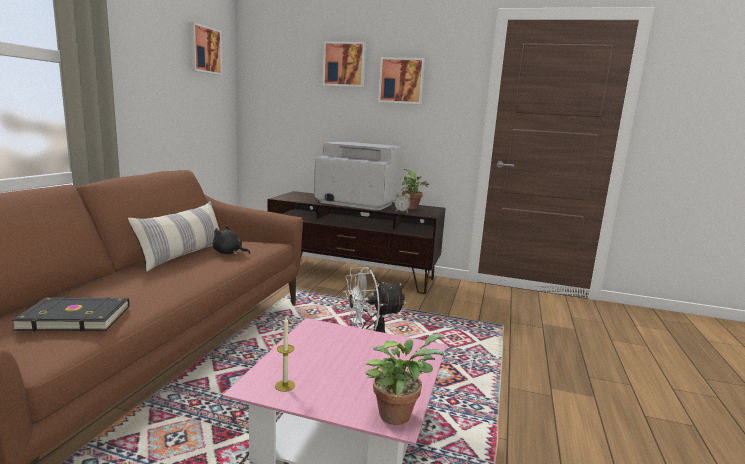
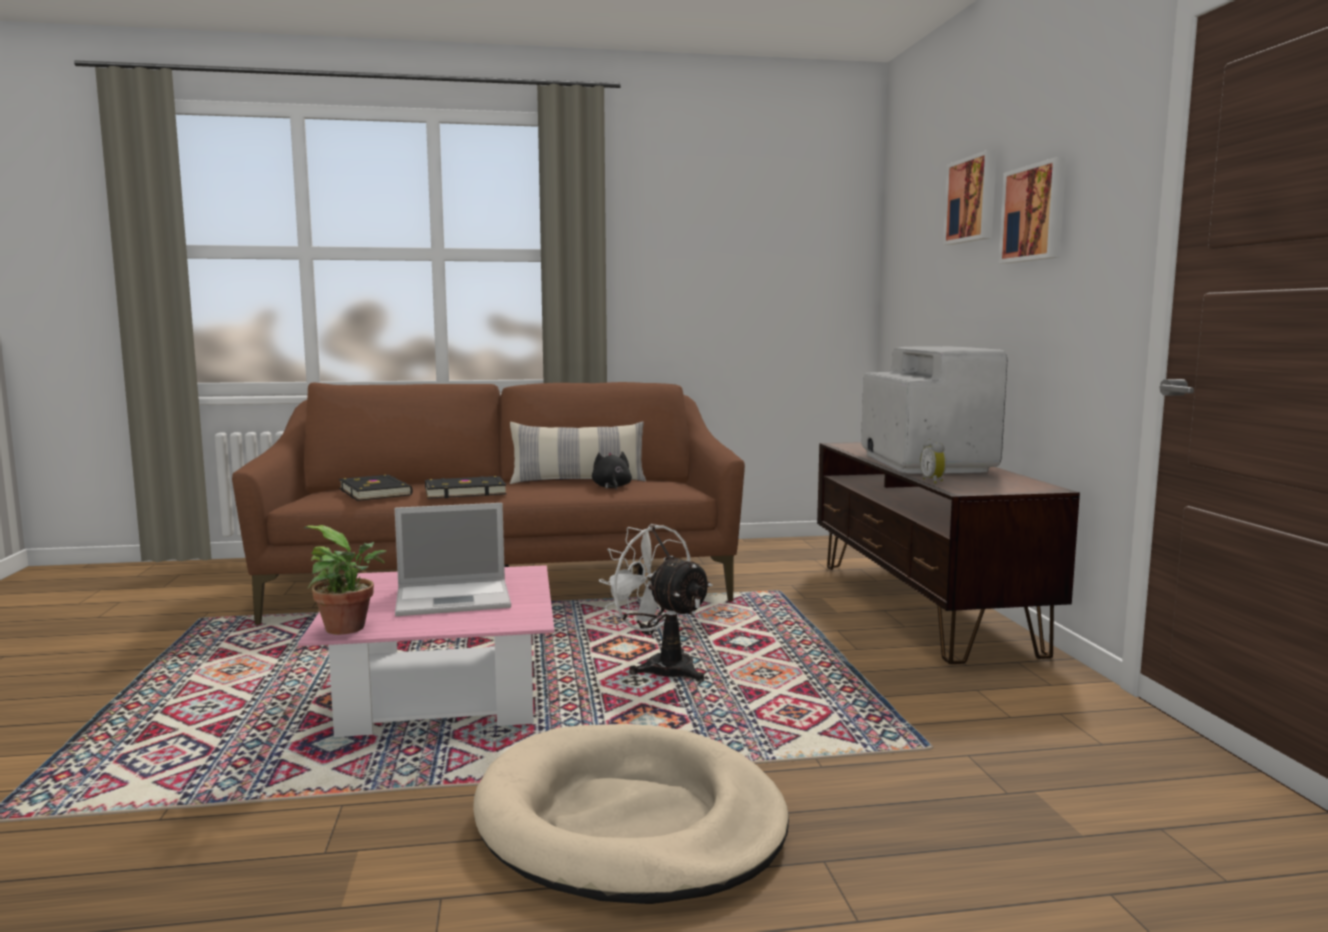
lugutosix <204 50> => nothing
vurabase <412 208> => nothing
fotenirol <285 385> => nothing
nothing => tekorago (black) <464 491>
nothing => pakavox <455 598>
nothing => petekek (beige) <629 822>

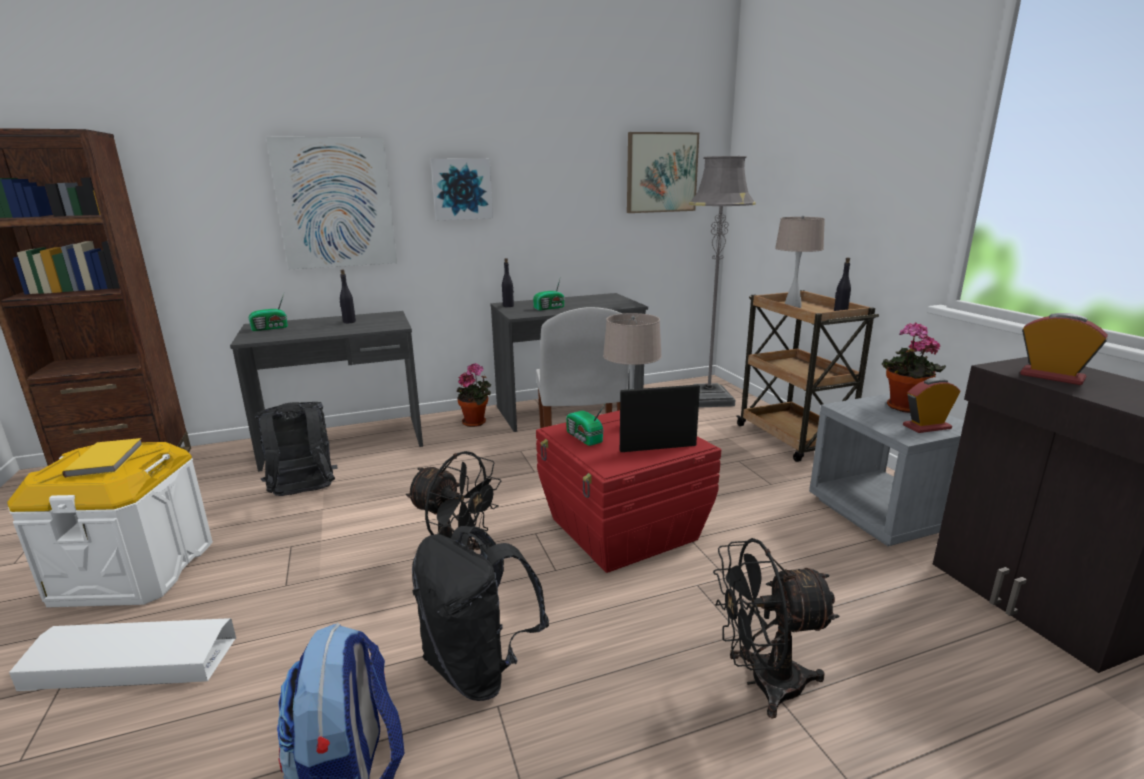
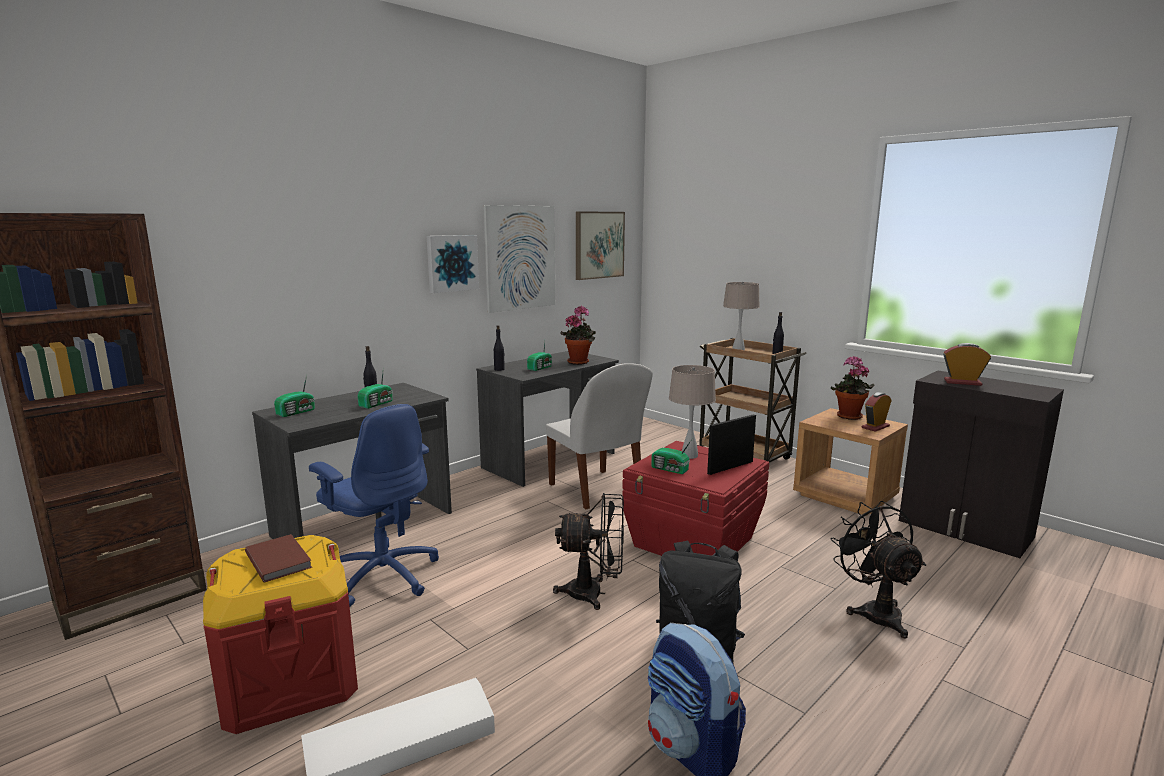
lugutosix <335 203> => lugutosix <520 258>, shifted
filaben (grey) <708 399> => nothing
vurabase <476 422> => vurabase <579 362>, shifted
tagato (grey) <883 514> => tagato (brown) <845 496>
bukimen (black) <303 494> => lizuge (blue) <383 575>
tekorago (yellow) <108 459> => tekorago (brown) <280 559>
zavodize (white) <134 571> => zavodize (red) <290 679>
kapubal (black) <762 683> => kapubal (black) <874 611>, 105 degrees clockwise
nothing => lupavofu <377 404>

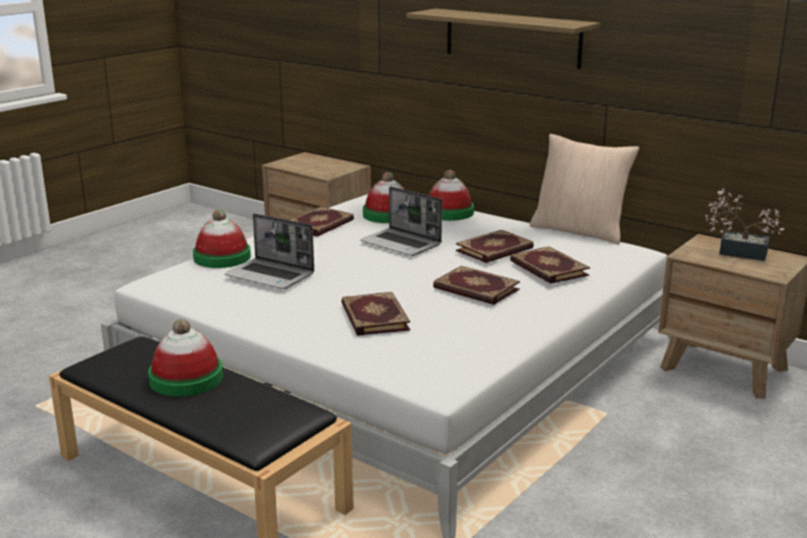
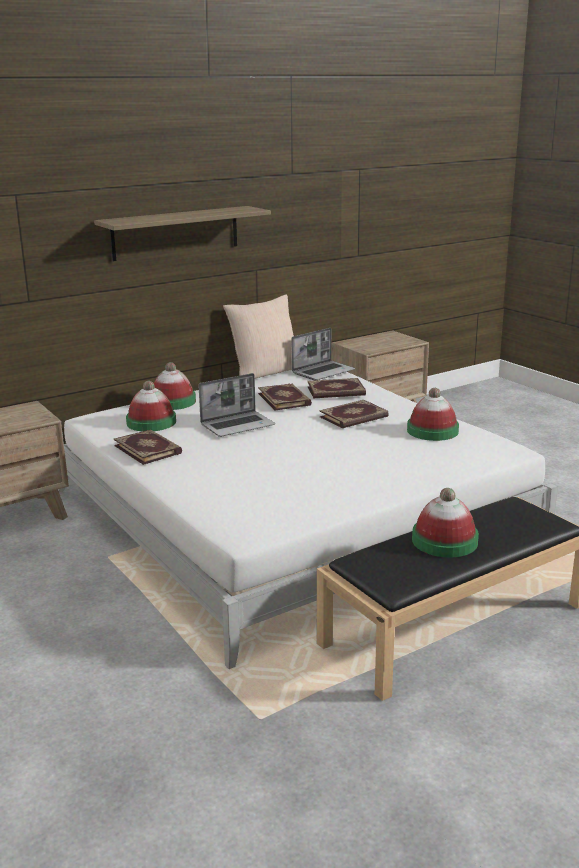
vurabase <737 252> => nothing
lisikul <222 257> => lisikul <432 431>, shifted
pakavox <271 276> => pakavox <323 372>, shifted
tekorago <373 317> => nothing

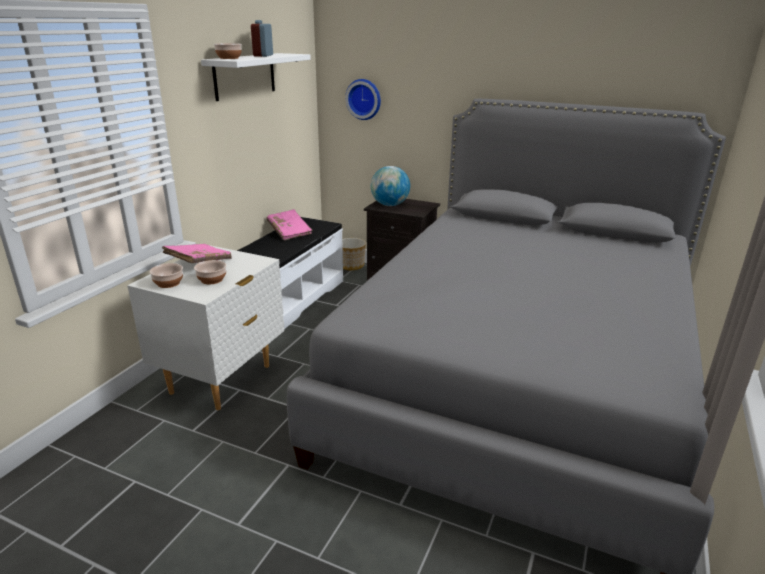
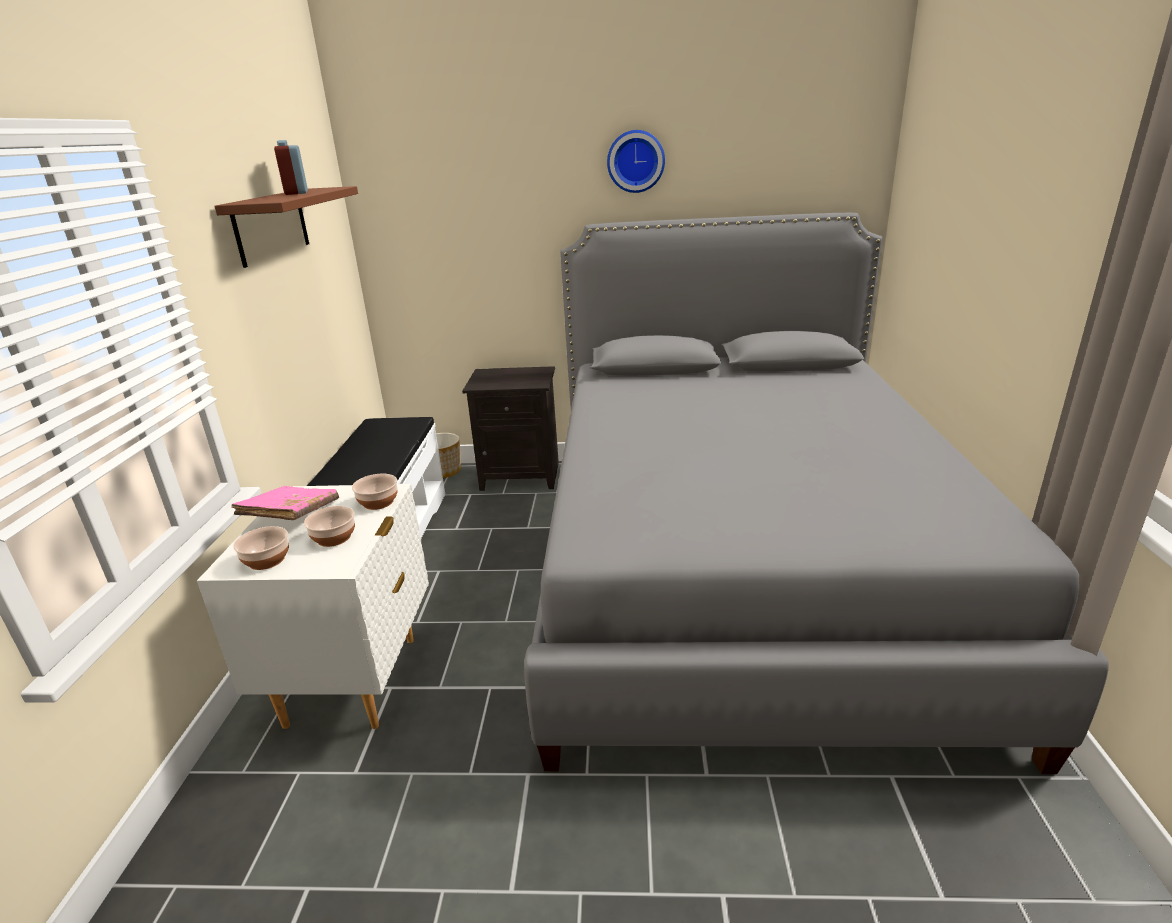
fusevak <228 58> => fusevak <378 502>, shifted
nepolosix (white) <245 76> => nepolosix (brown) <271 226>
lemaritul <364 99> => lemaritul <635 161>, shifted
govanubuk <390 205> => nothing
tekorago (pink) <289 232> => nothing

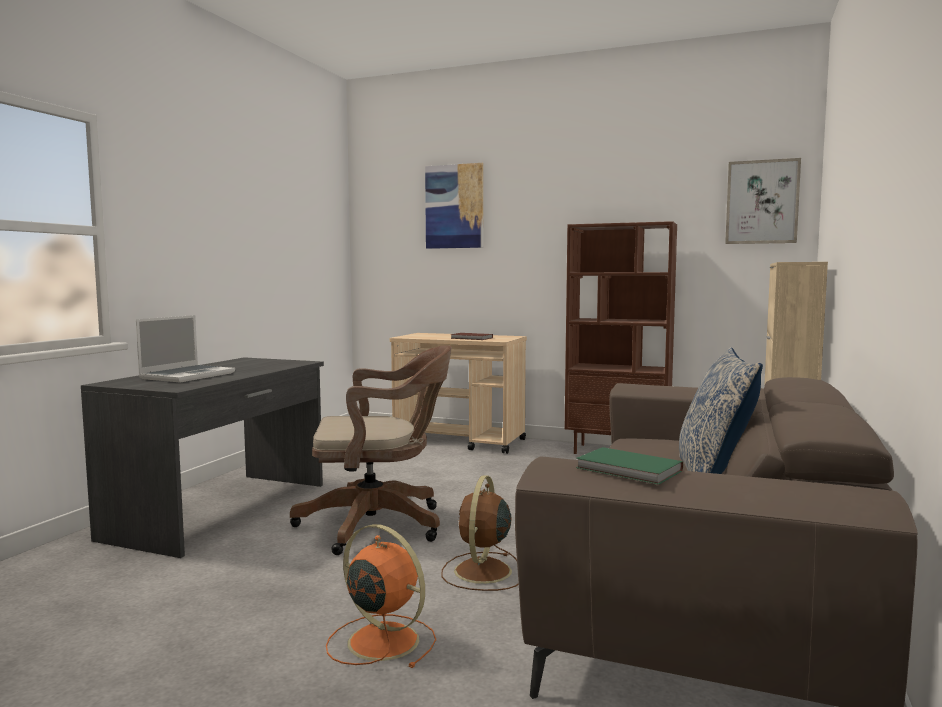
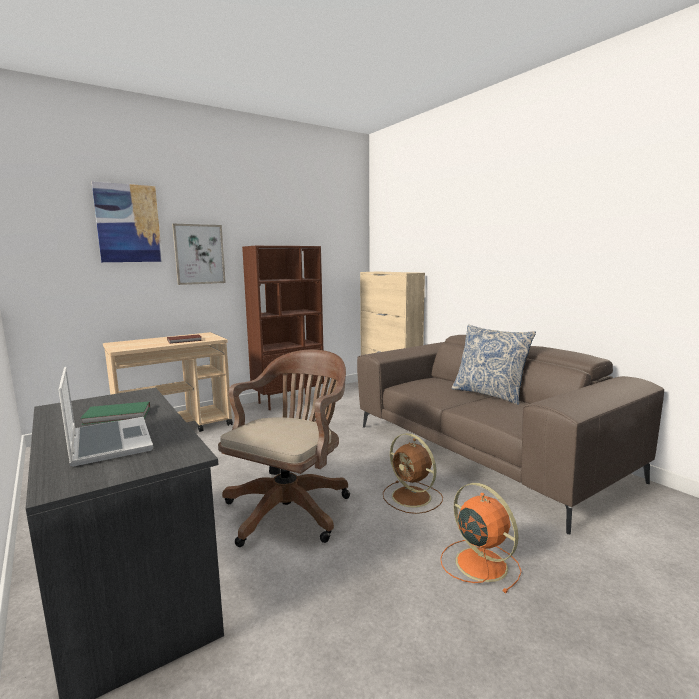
lugutosix <762 202> => lugutosix <199 254>, shifted
tekorago (green) <629 470> => tekorago (green) <118 415>, shifted
kapubal (orange) <380 640> => kapubal (orange) <479 563>, 75 degrees clockwise

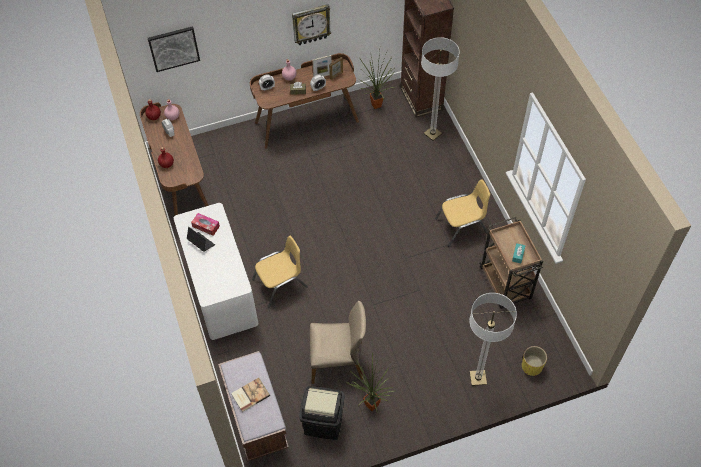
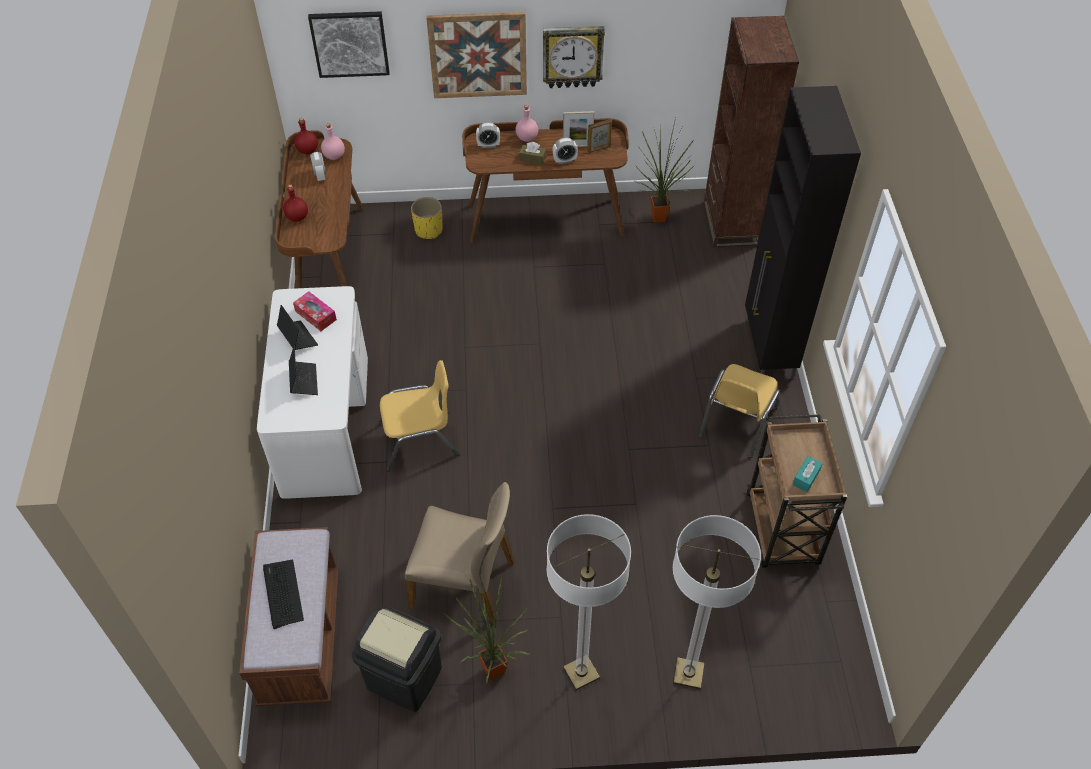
filaben <432 134> => filaben <581 673>, shifted
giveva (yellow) <461 226> => giveva (yellow) <736 422>, 120 degrees clockwise
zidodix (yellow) <532 366> => zidodix (yellow) <429 230>, shifted
tekorago <250 395> => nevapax <282 593>
nothing => lugutosix <478 55>
nothing => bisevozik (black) <768 349>
nothing => pakavox <303 381>

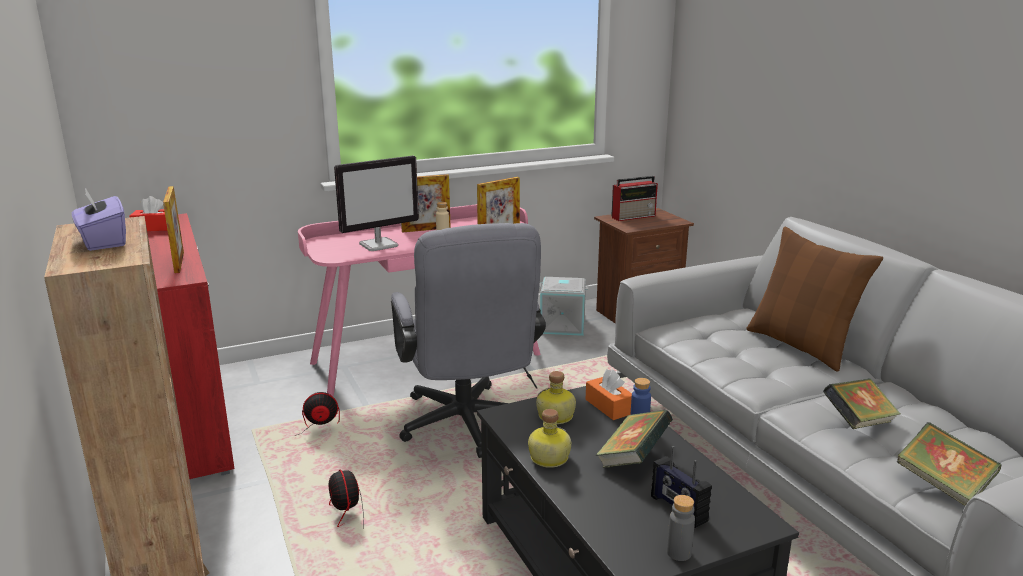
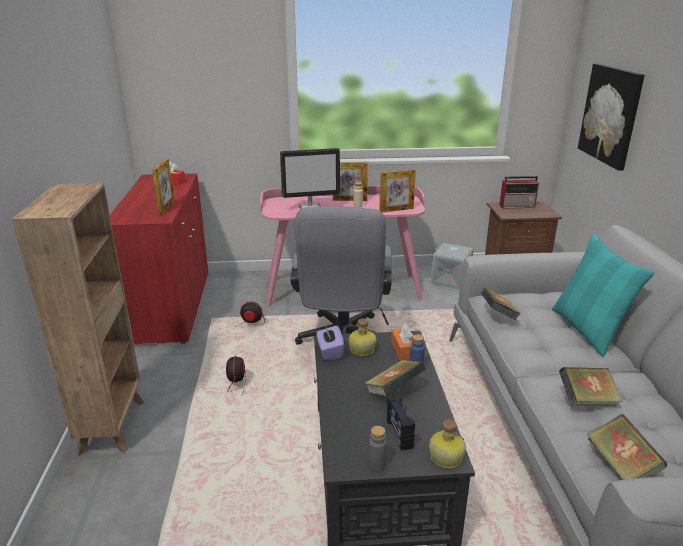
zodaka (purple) <103 242> => zodaka (purple) <329 352>, shifted
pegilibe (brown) <801 346> => pegilibe (turquoise) <588 330>
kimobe <548 458> => kimobe <444 457>, shifted
nothing => lugutosix <611 115>
nothing => tekorago <498 316>

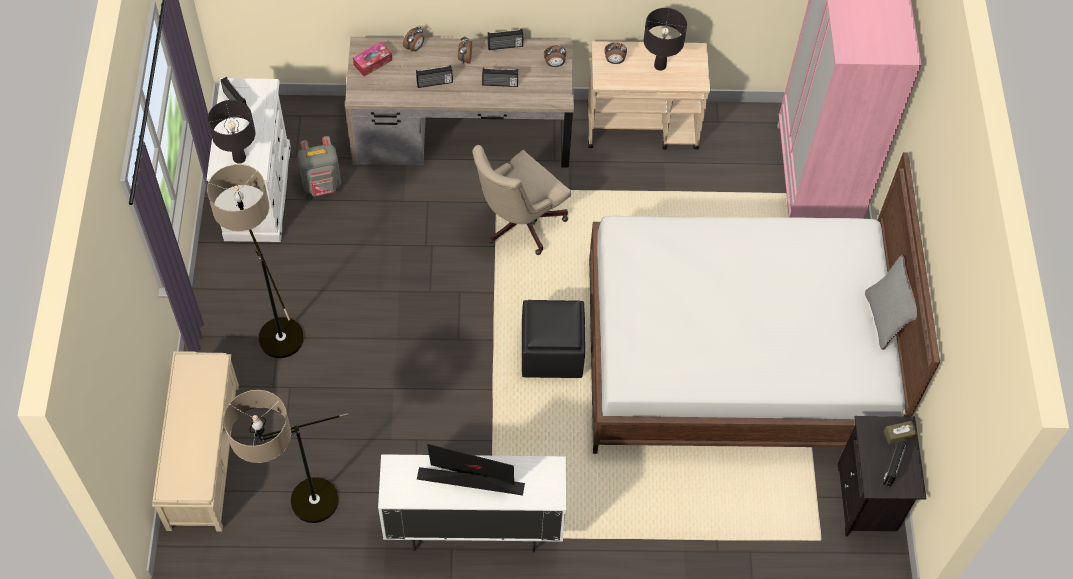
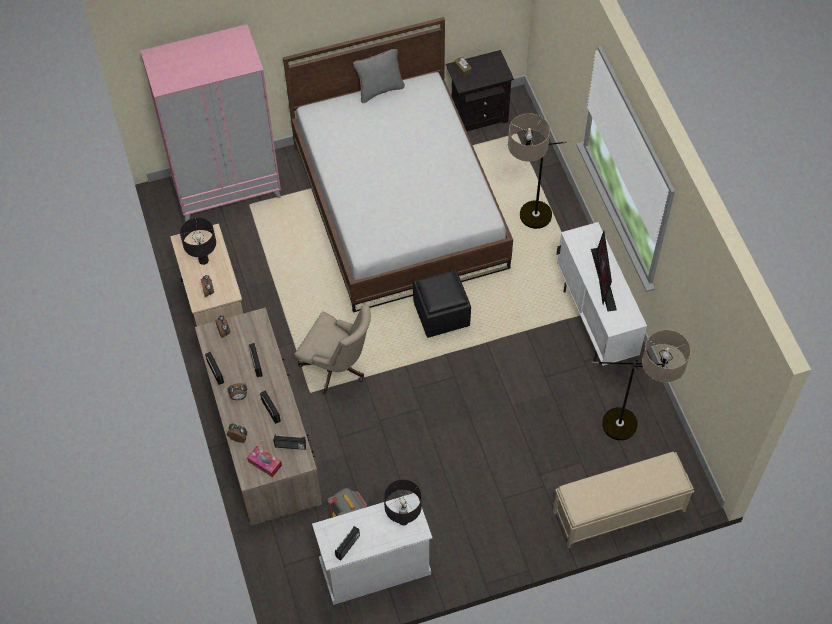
filaben <274 324> => filaben <526 223>, shifted
lupavofu <891 468> => lupavofu <290 446>, shifted

